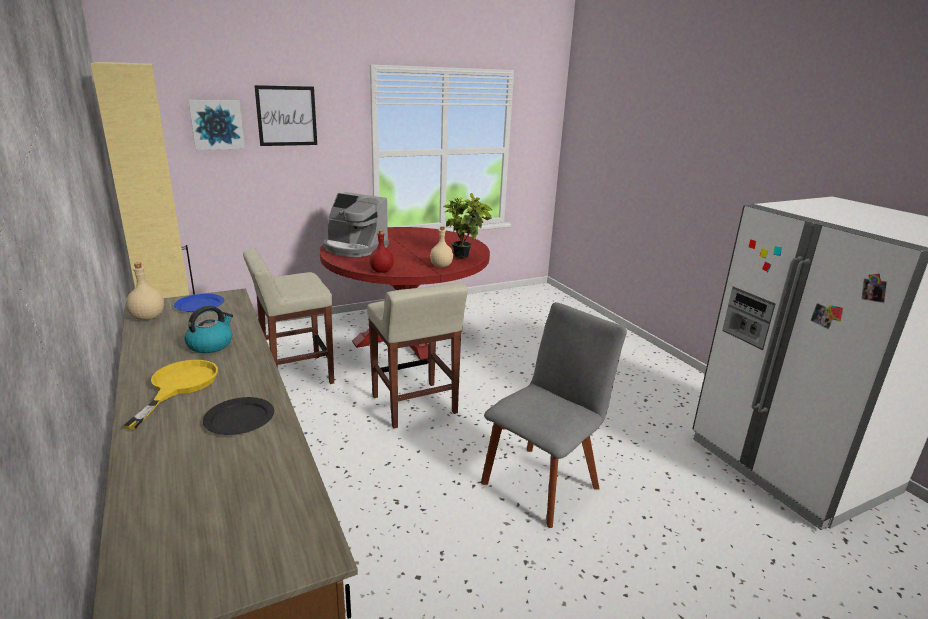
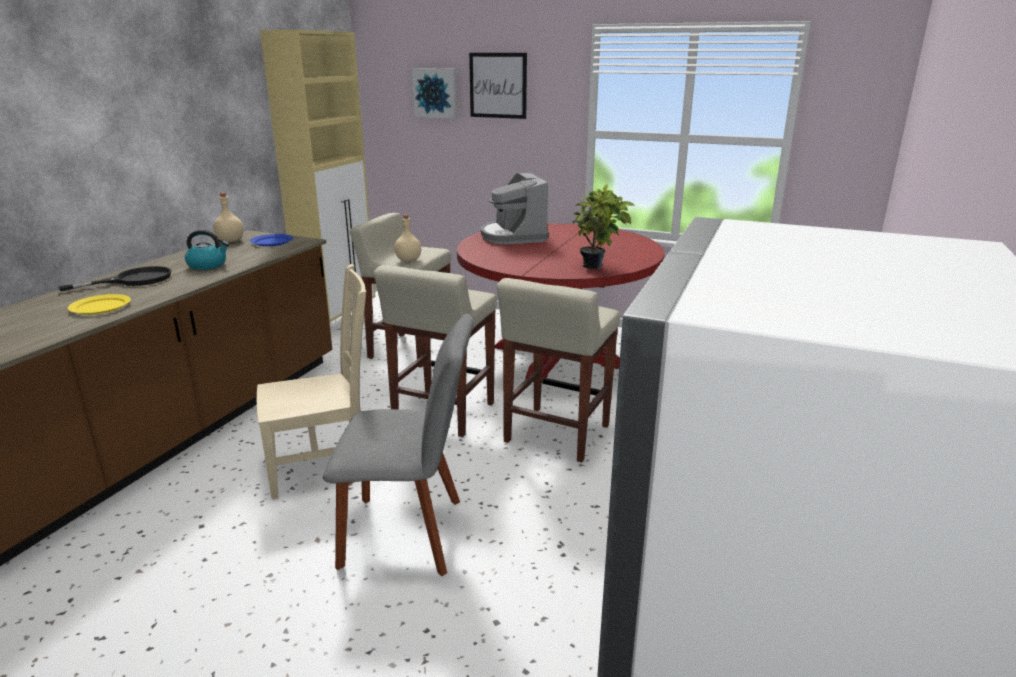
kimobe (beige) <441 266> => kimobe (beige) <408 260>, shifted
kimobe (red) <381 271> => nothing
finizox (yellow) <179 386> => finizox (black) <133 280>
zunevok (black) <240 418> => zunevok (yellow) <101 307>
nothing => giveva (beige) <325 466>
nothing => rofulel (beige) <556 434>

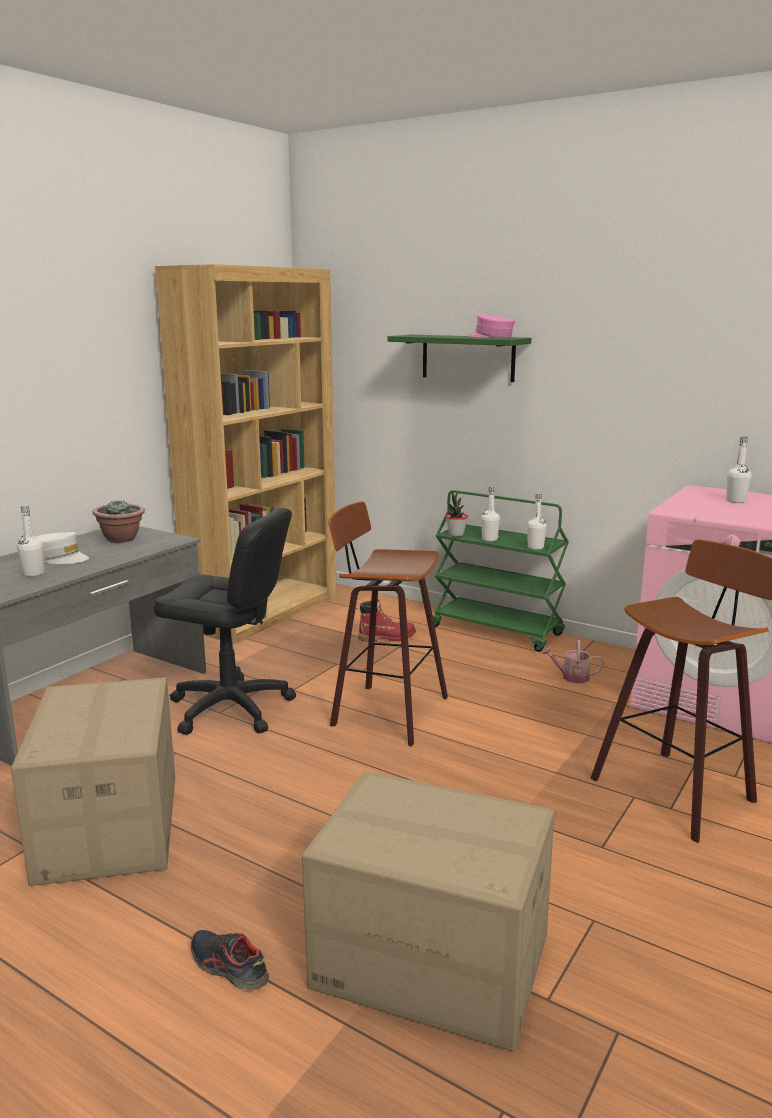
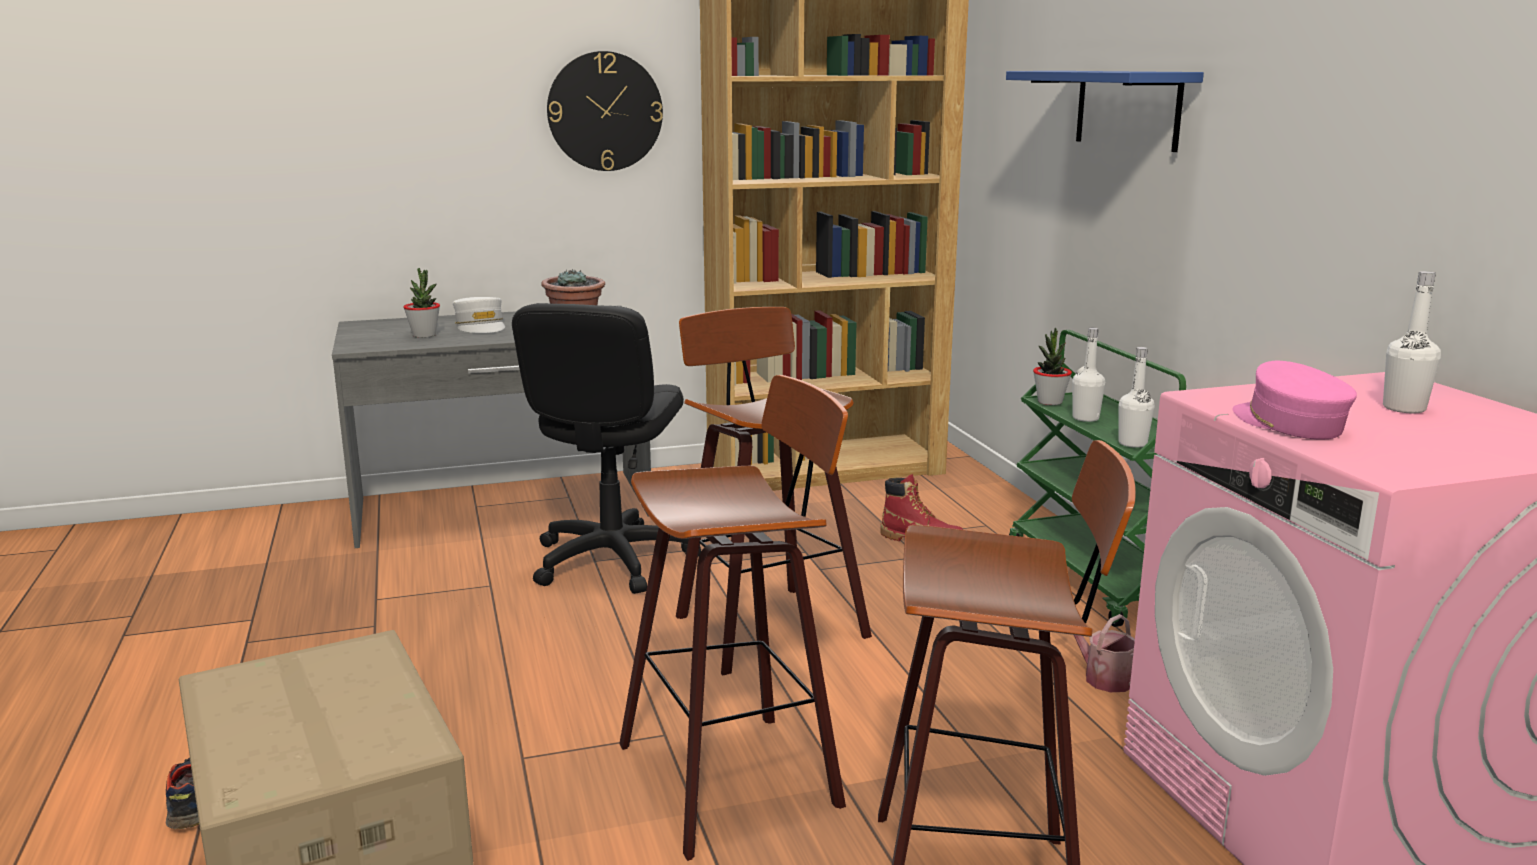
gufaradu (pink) <490 337> => gufaradu (pink) <1288 423>, shifted
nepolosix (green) <468 357> => nepolosix (blue) <1127 109>
kimobe (white) <33 573> => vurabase <424 335>
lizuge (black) <230 708> => lizuge (black) <611 560>, 45 degrees clockwise
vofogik <107 826> => nothing
nothing => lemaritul <605 111>
nothing => rofulel <736 775>

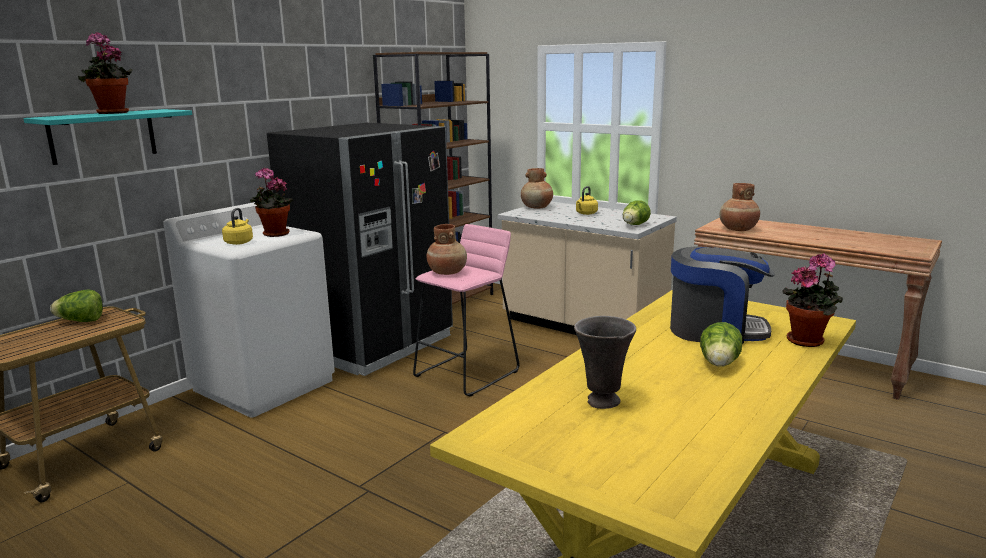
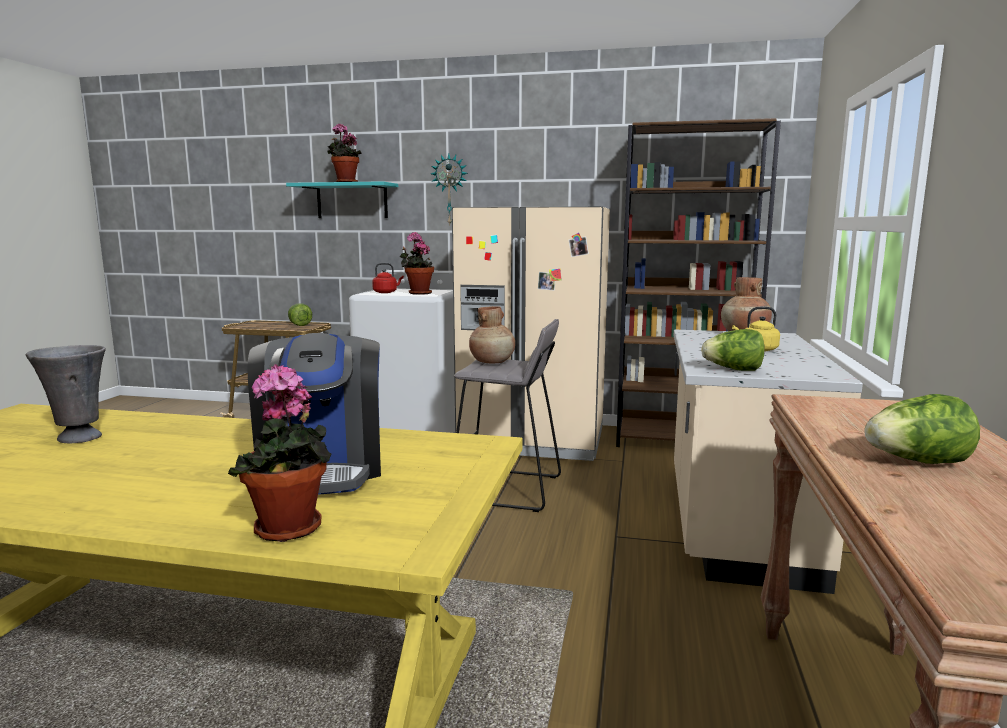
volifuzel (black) <374 344> => volifuzel (beige) <533 439>
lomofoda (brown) <737 229> => nothing
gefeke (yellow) <239 242> => gefeke (red) <386 292>
rofulel (pink) <467 373> => rofulel (grey) <507 489>
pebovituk <719 365> => pebovituk <916 462>, shifted
nothing => lemaritul <450 189>

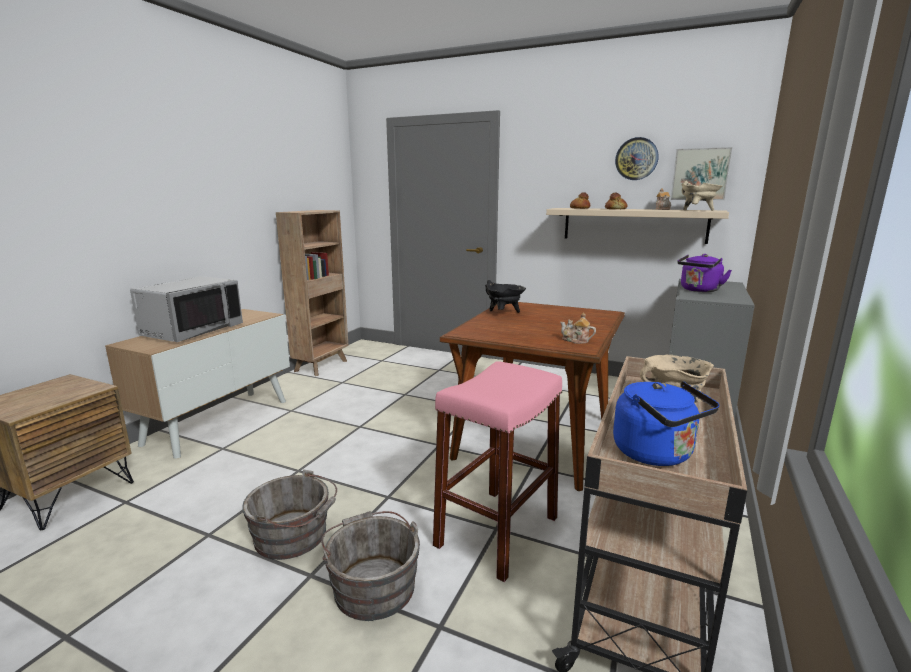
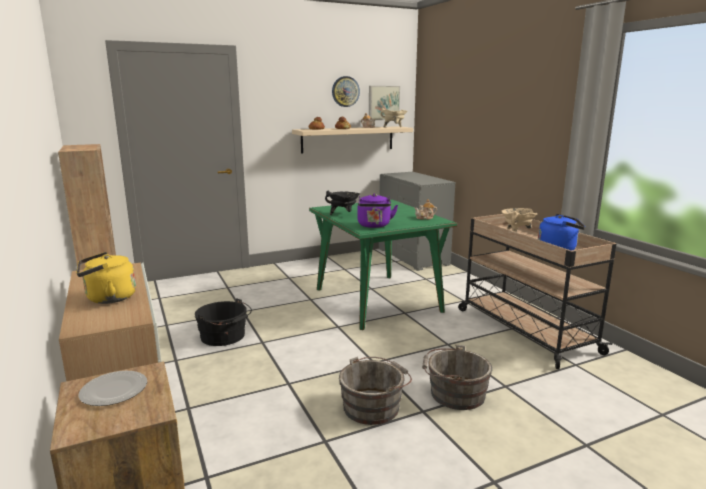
gefeke (purple) <699 290> => gefeke (purple) <374 226>, shifted
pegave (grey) <192 331> => gefeke (yellow) <108 298>
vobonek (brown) <534 438> => vobonek (green) <377 300>
rofulel (pink) <497 531> => nothing
nothing => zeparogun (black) <225 336>
nothing => zunevok <113 391>

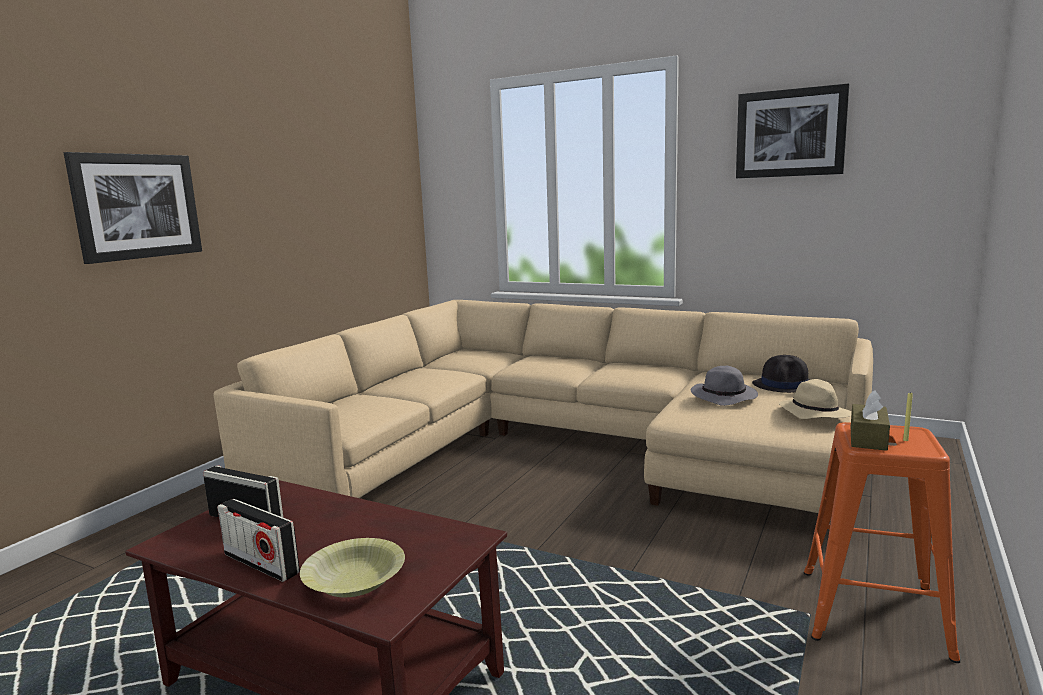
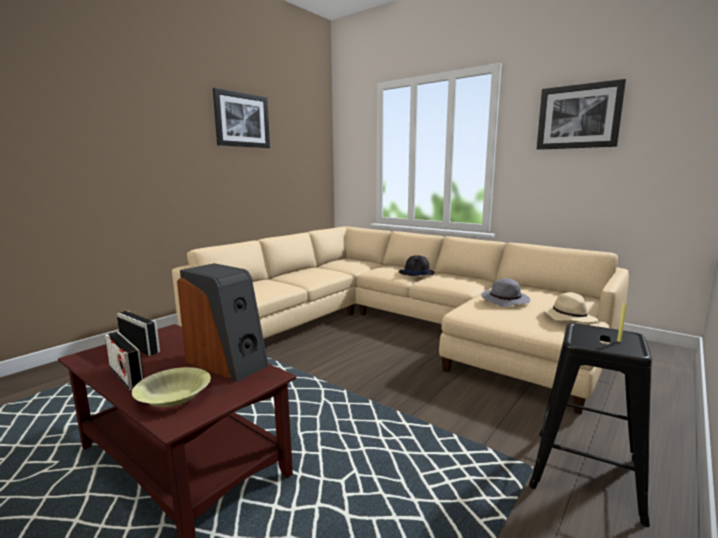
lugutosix <137 206> => lugutosix <242 120>, shifted
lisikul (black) <784 385> => lisikul (black) <416 273>, shifted
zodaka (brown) <868 438> => nothing
rofulel (orange) <875 613> => rofulel (black) <587 474>
nothing => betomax <227 363>

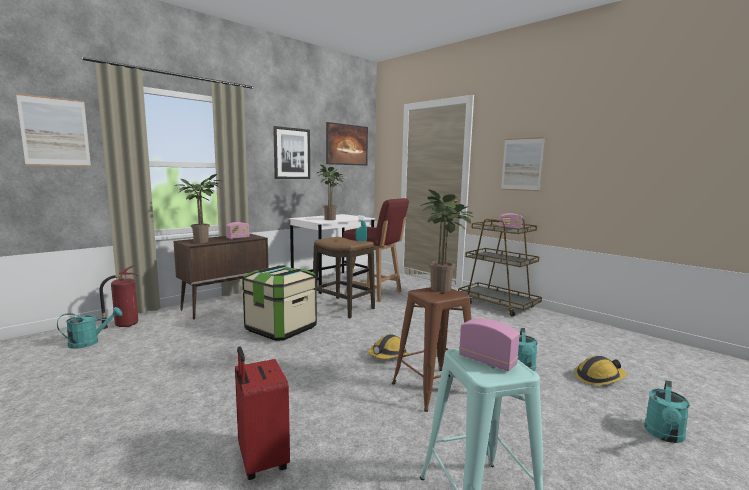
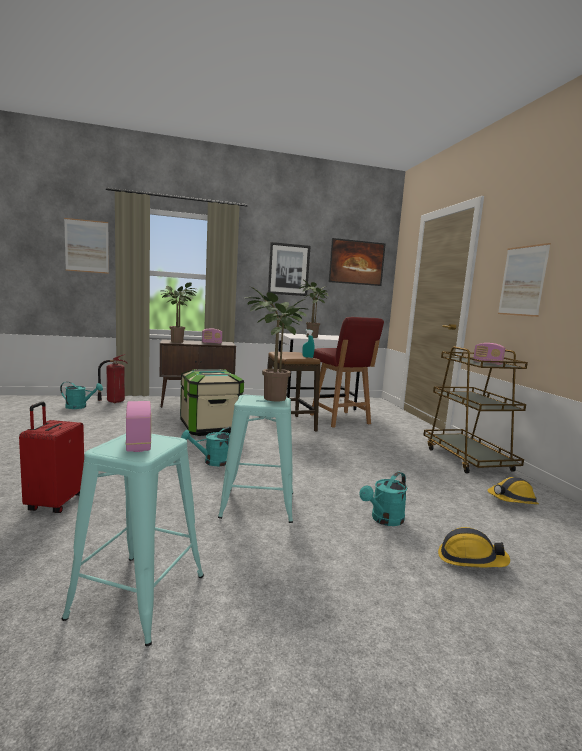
rofulel (brown) <434 388> => rofulel (turquoise) <258 505>
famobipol <388 355> => famobipol <512 500>, shifted
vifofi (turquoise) <664 435> => vifofi (turquoise) <212 462>, shifted

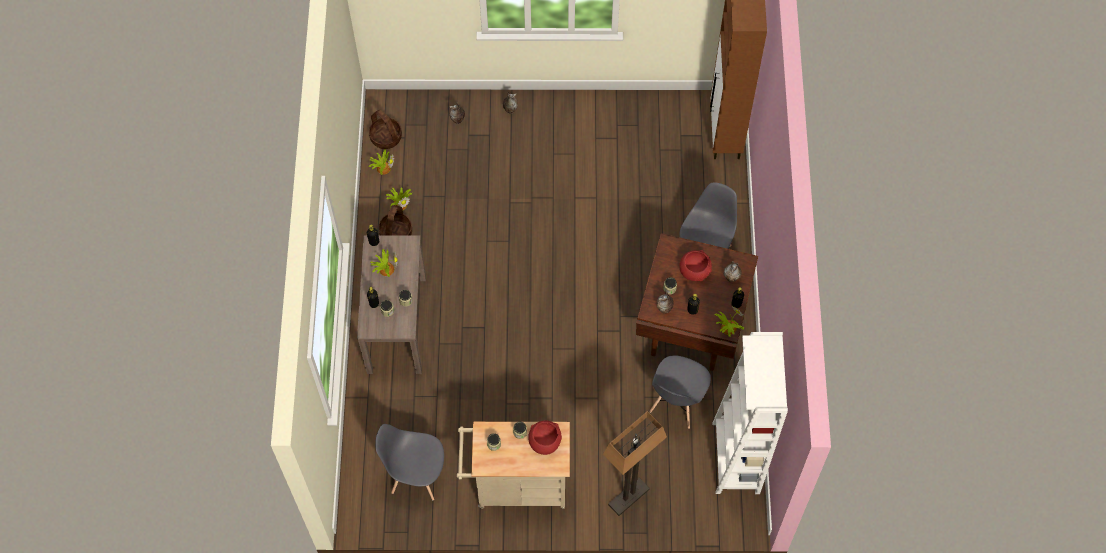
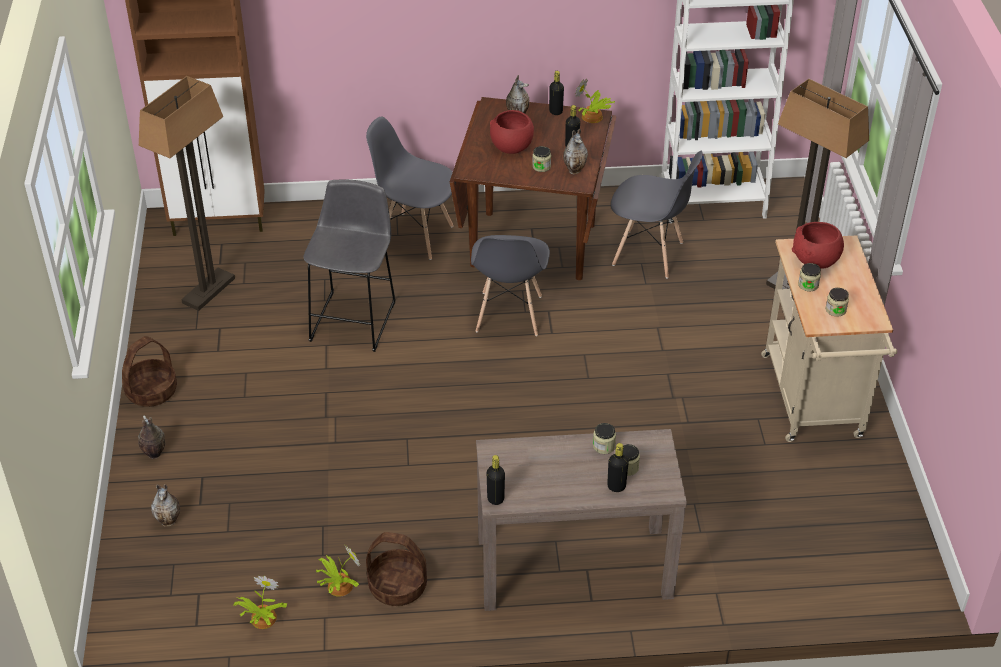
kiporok <385 137> => kiporok <151 392>, shifted
vurabase <385 268> => nothing
giveva (grey) <416 476> => giveva (grey) <509 314>, shifted
nothing => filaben <208 290>
nothing => rofulel (grey) <355 318>

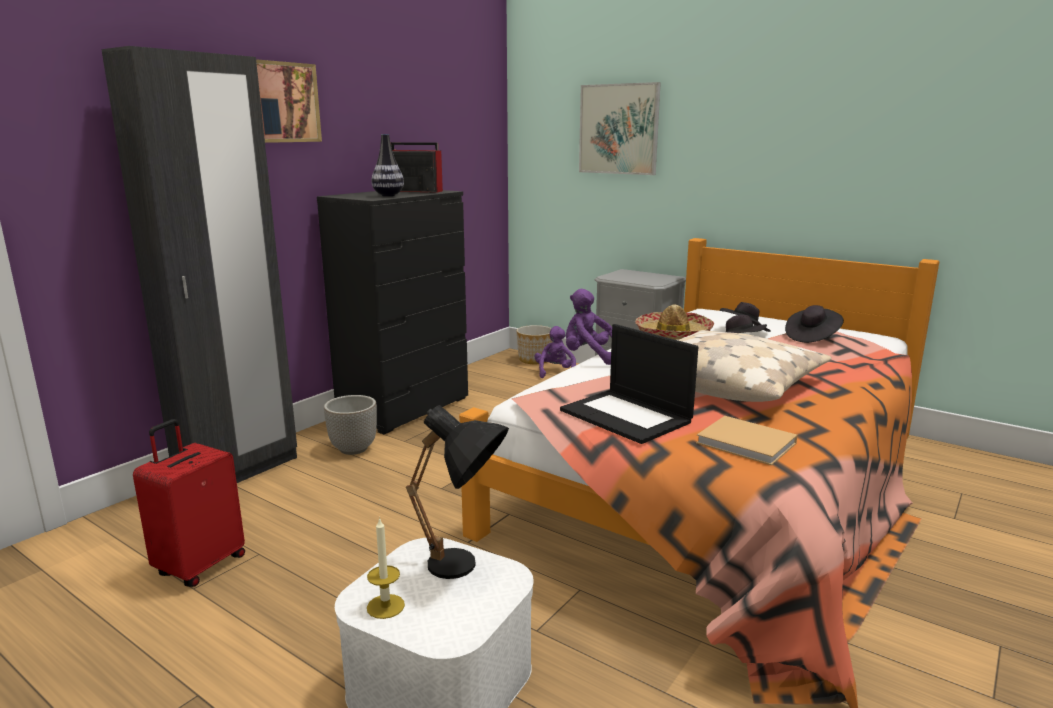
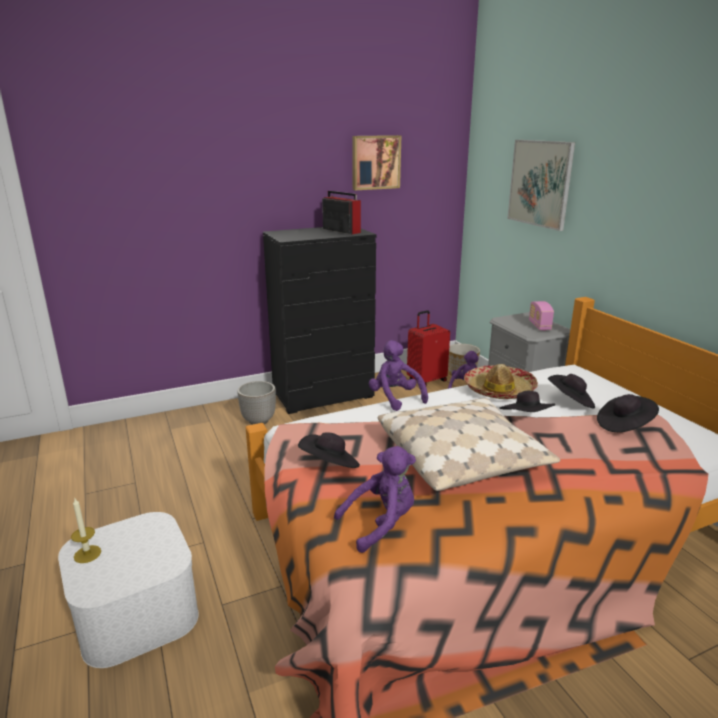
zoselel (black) <239 472> => nothing
lugutosix <282 102> => lugutosix <375 162>, shifted
lomofoda <388 195> => nothing
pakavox <627 416> => lisikul (black) <330 466>
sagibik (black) <465 571> => nothing
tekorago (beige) <749 444> => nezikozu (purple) <381 524>
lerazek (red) <200 566> => lerazek (red) <426 380>, shifted
nothing => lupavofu <539 326>

